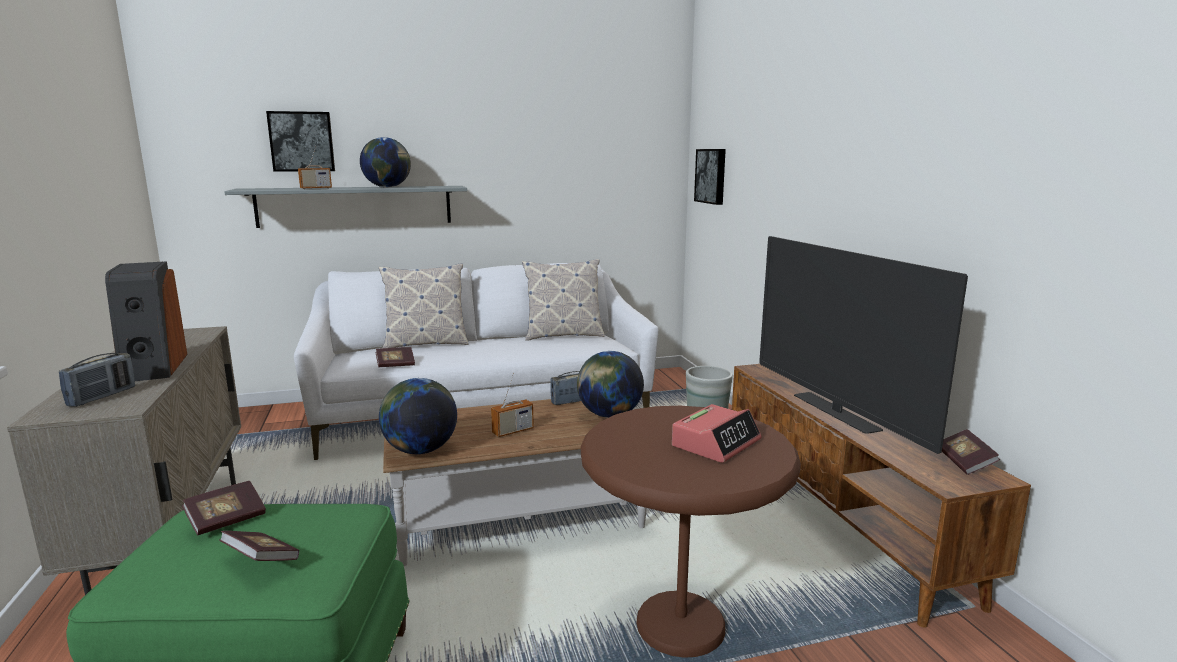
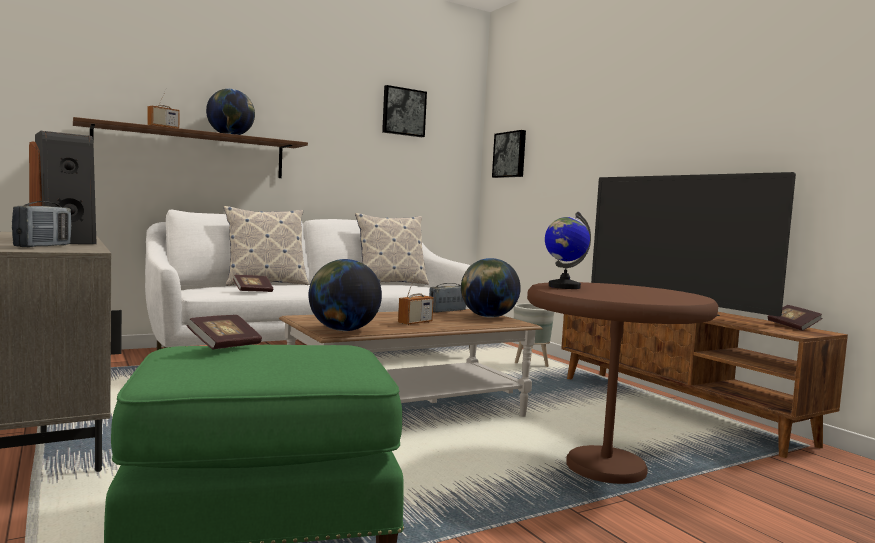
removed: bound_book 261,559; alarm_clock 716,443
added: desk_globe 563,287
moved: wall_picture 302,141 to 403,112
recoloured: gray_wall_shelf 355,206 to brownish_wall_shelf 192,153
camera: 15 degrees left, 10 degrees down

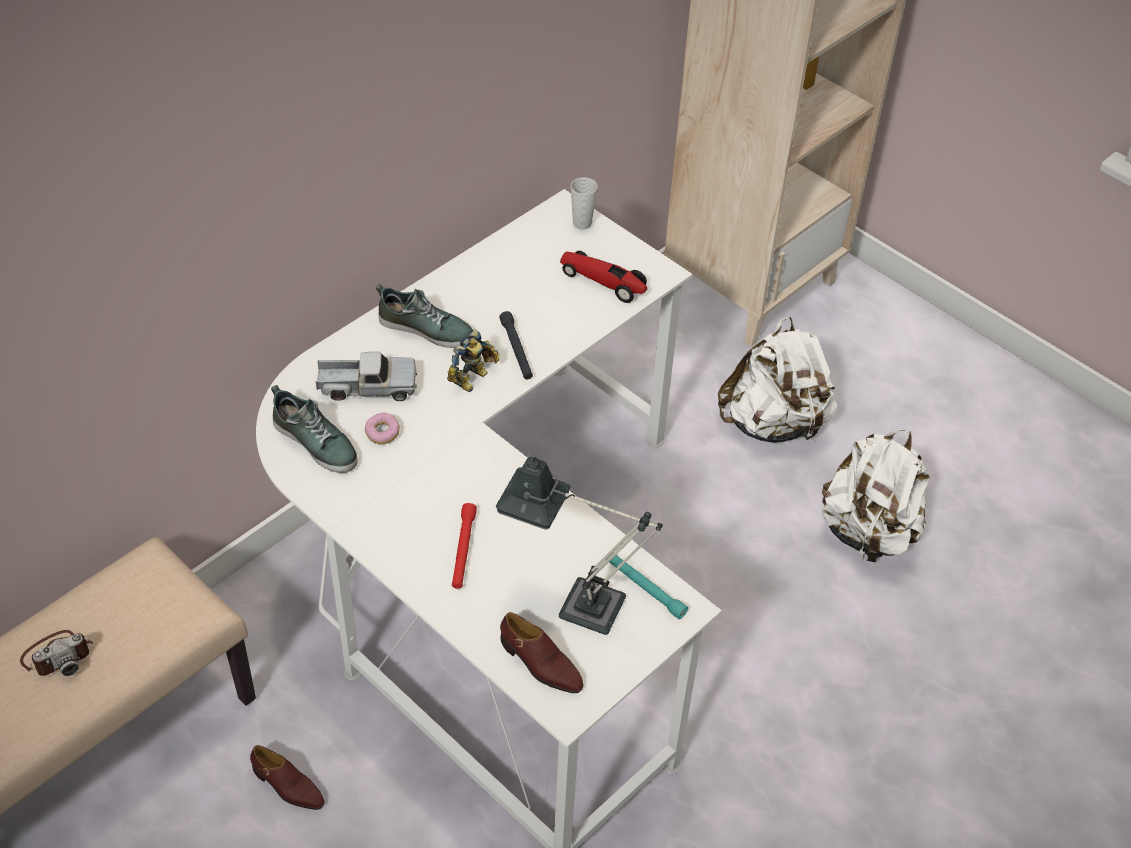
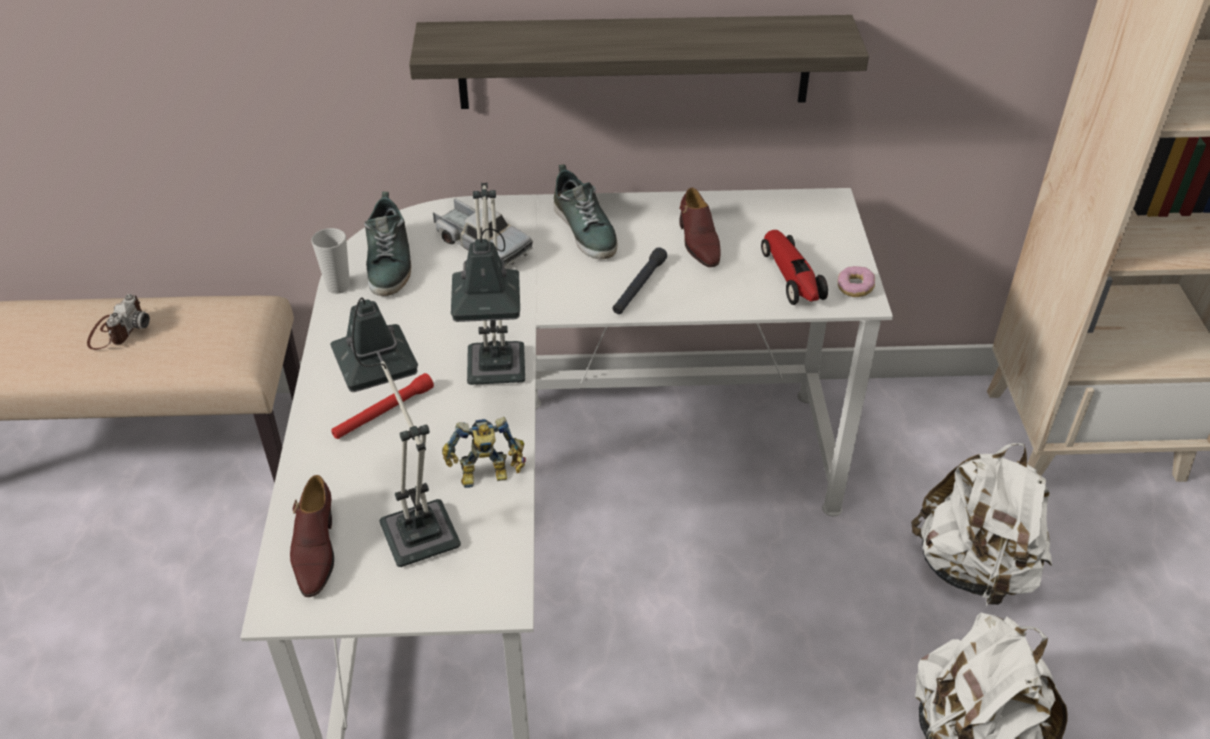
removed: turquoise_hand_torch 644,588
added: wall_shelf 634,62; tabletop_lamp 496,378
moved: brownish_low_shoe 287,786 to 698,242; donut 382,434 to 854,288; toy_robot 473,379 to 486,476; cup 582,223 to 338,286
turned: still_camera 58,655 = 117,330 90 degrees counterclockwise
camera: 45 degrees right, 5 degrees down

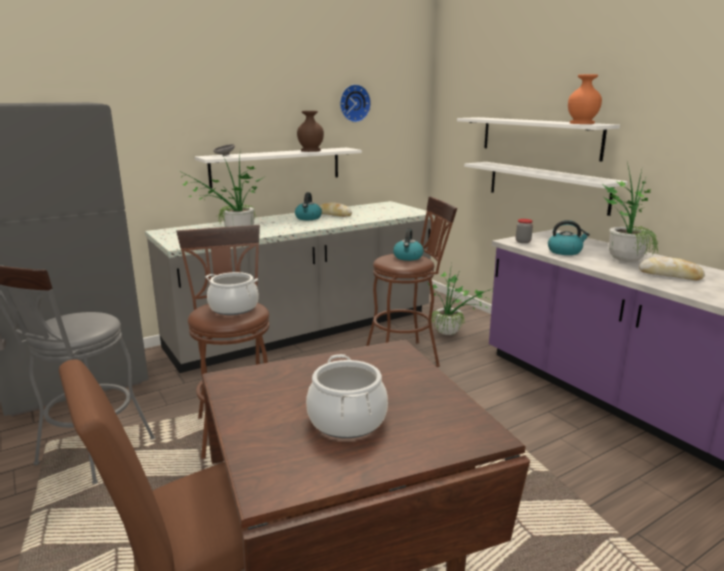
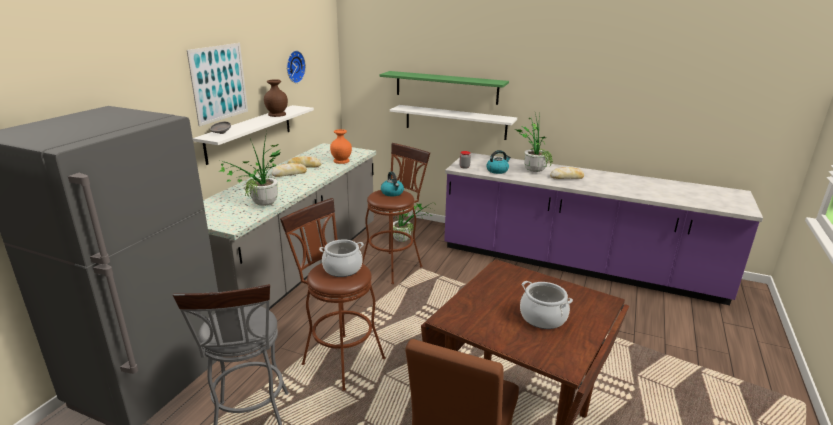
added: wall_picture 219,83
moved: orange-coloured_decorative_vase 582,123 to 341,161
replaced: water_kettle 308,218 to bakery_bread 289,174
recoloured: white-coloured_wall_shelf 539,137 to green-coloured_wall_shelf 446,87
camera: 35 degrees left, 5 degrees up

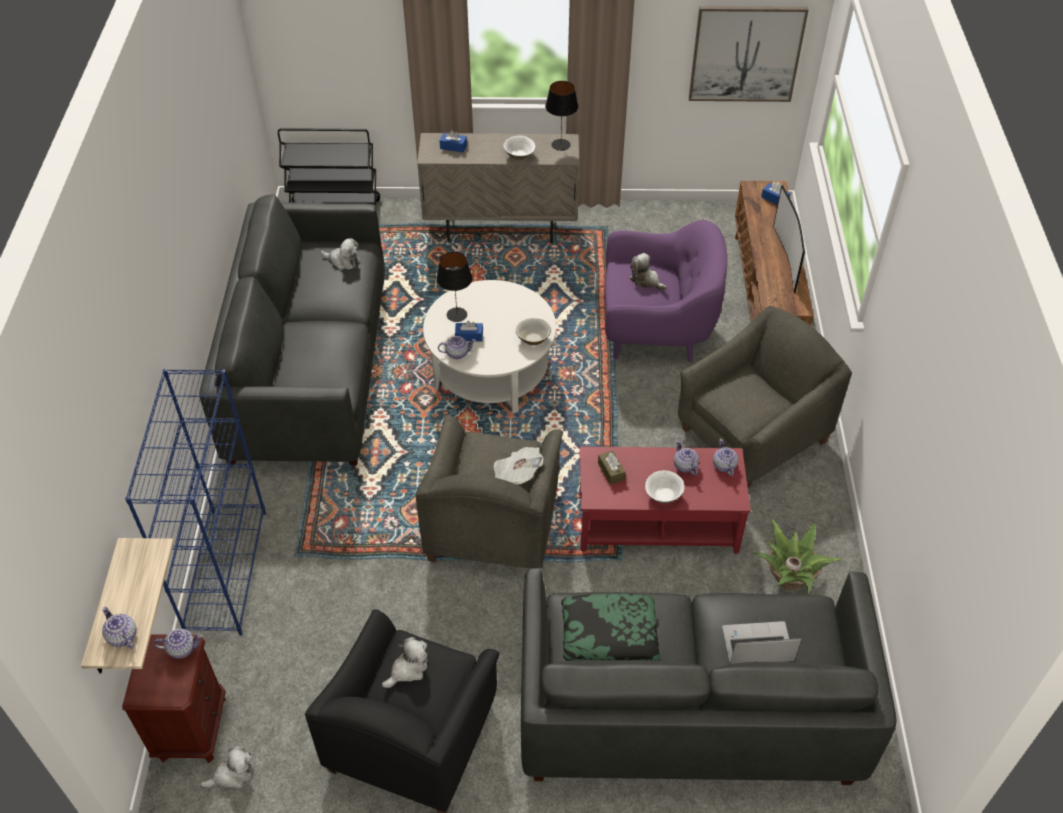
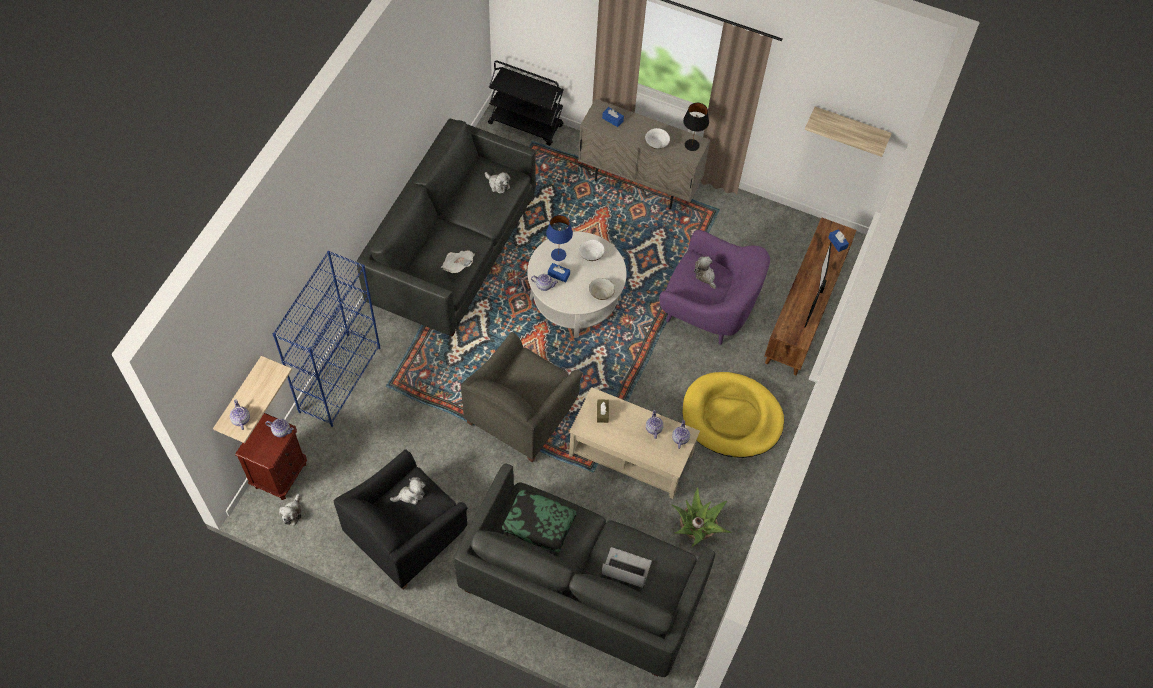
moved: newspaper 516,474 to 457,265; white-coloured_bowl 663,495 to 591,255
replaced: gray_lounge_chair 752,435 to yellow_dog_cushion 731,417; wall_picture 746,53 to wall_shelf 850,128
recoloured: black_tabletop_lamp 457,314 to blue-coloured_tabletop_lamp 558,254; reddish_coffee_table 657,522 to beige_coffee_table 630,455
turned: plush_toy 232,774 = 292,513 105 degrees clockwise
camera: 20 degrees right, 10 degrees up

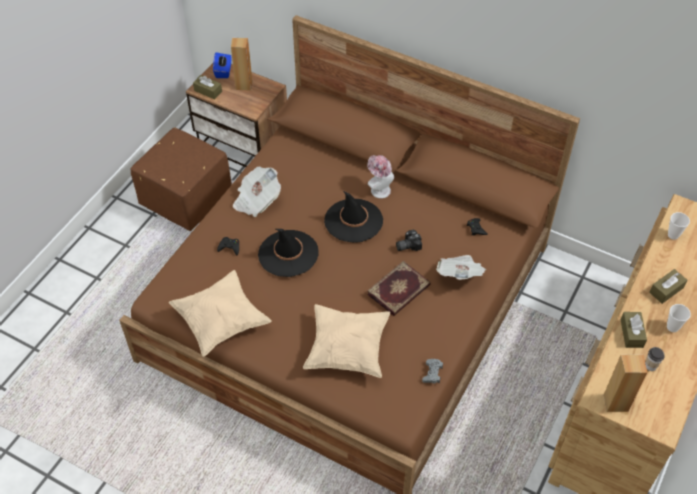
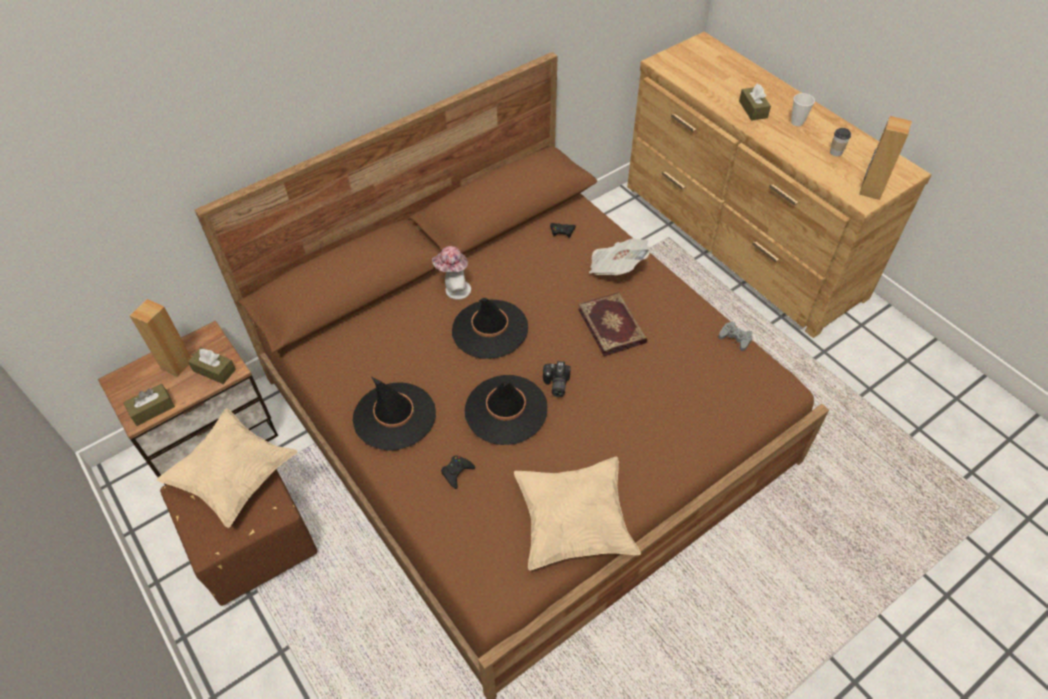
removed: blue-coloured_tissue_box 223,71; cup 673,235
moved: beige_pillow 347,349 to 234,476; still_camera 407,245 to 555,384; brownish_tissue_box 631,333 to 214,370
replaced: newspaper 256,200 to black_clothing_hat 394,416
camera: 65 degrees left, 0 degrees up

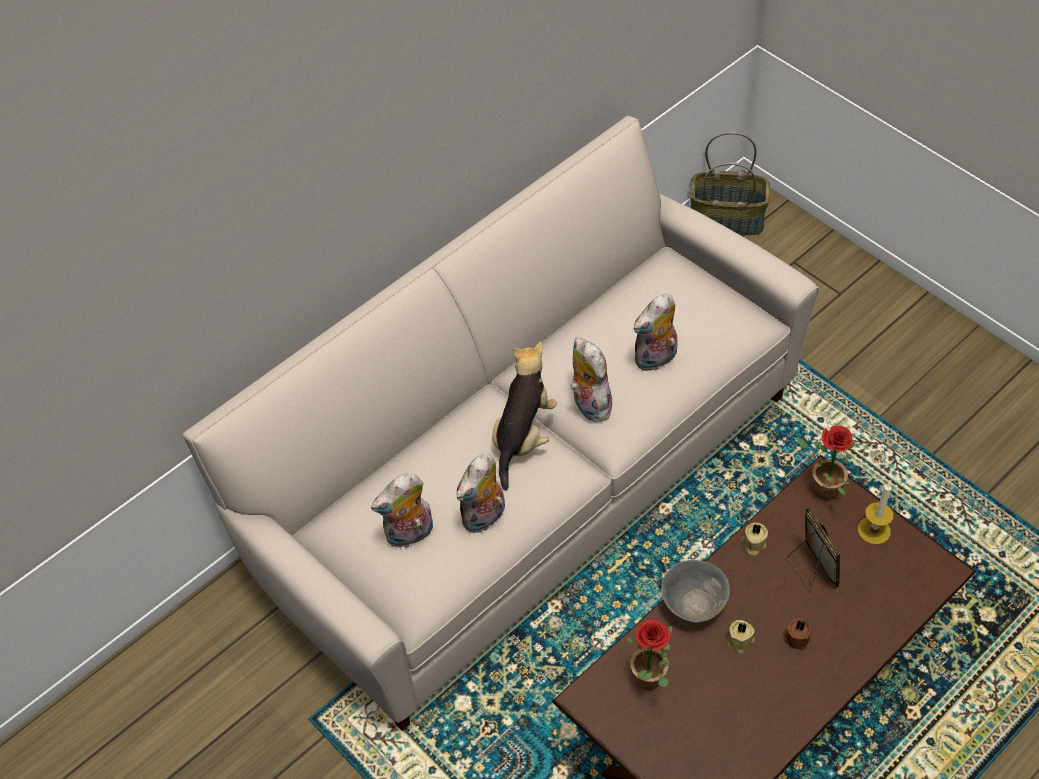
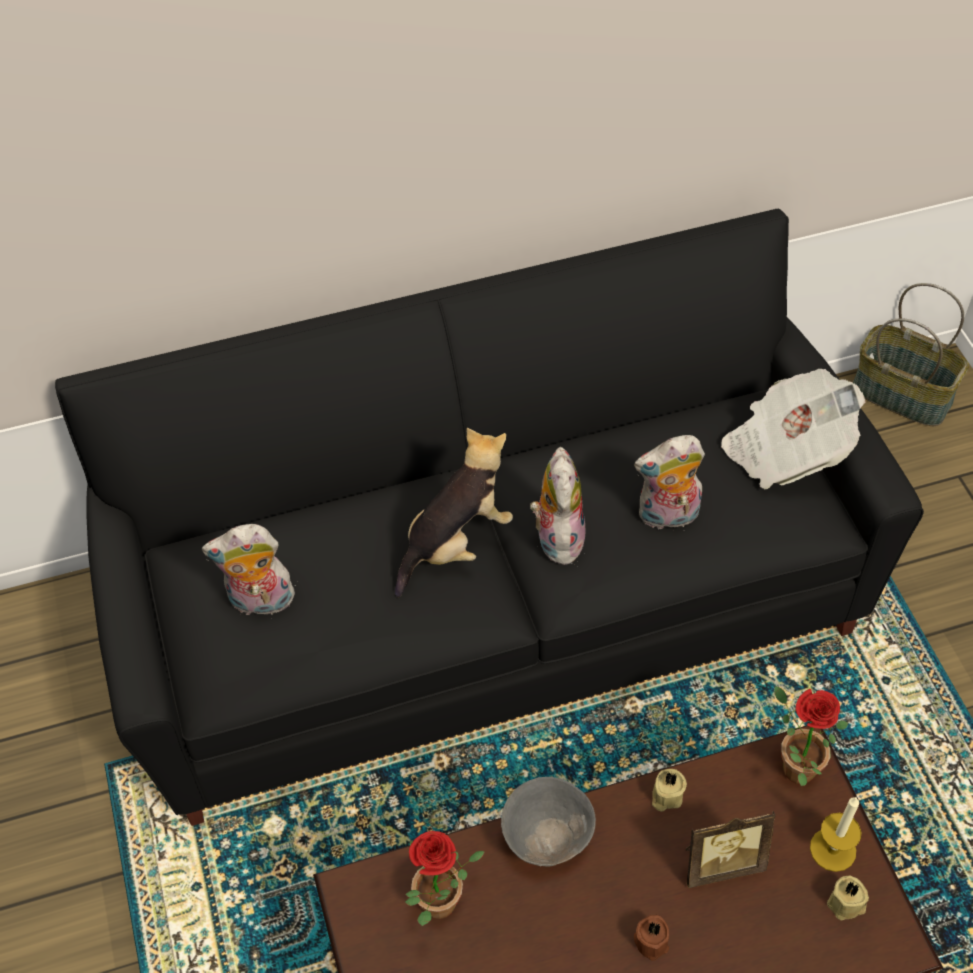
removed: plush_toy 484,518
added: newspaper 786,449
moved: beige_candle 741,641 to 846,904
recoloured: beige_settee 524,482 to black_settee 489,604
turned: picture_frame 810,570 = 720,862 75 degrees clockwise
camera: 25 degrees right, 0 degrees up

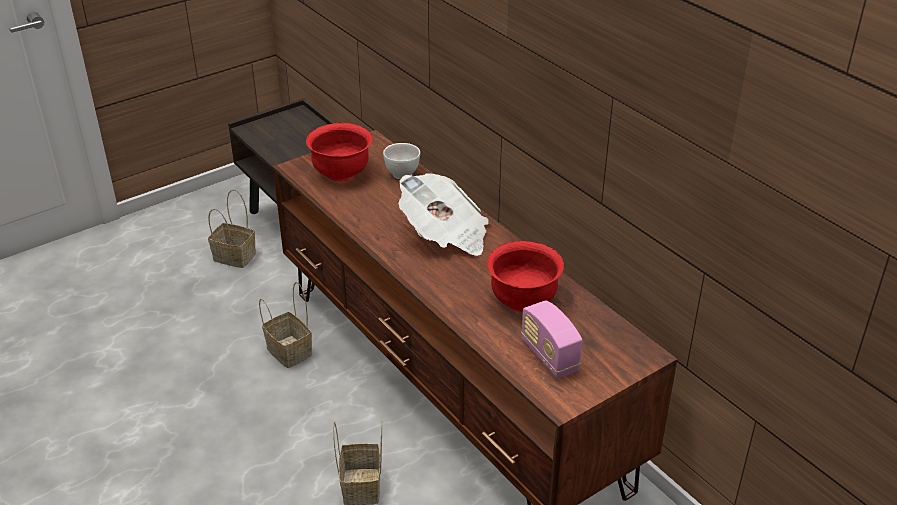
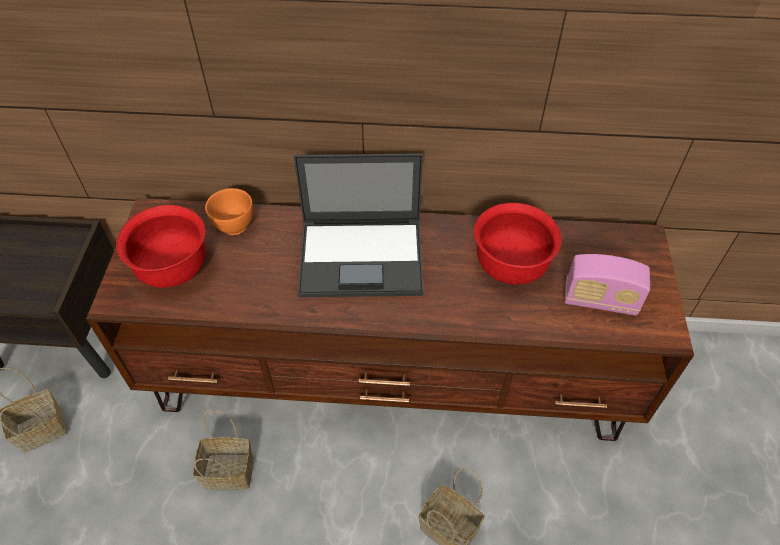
replaced: newspaper 445,235 to laptop 363,257
recoloured: white-coloured_bowl 402,174 to orange-coloured_bowl 234,226
camera: 50 degrees left, 15 degrees up

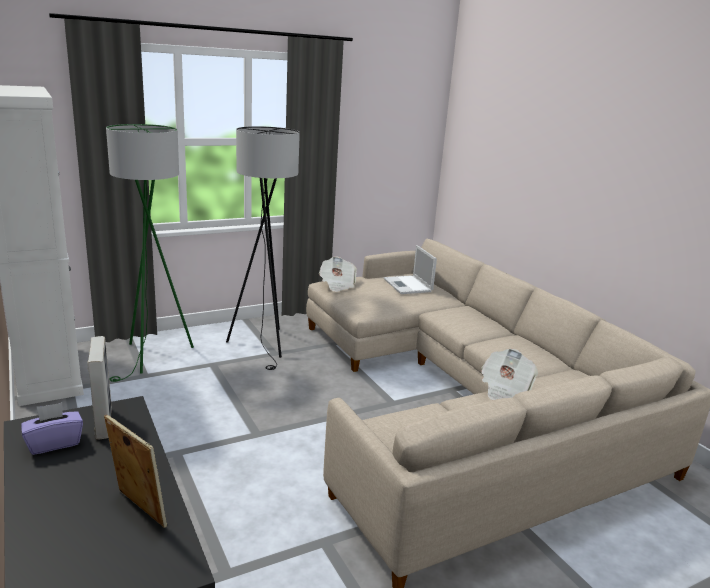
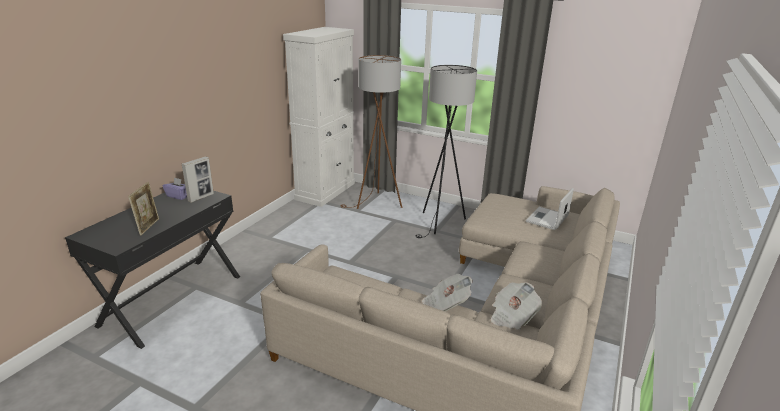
moved: newspaper 337,284 to 512,316
recoloured: green-coloured_standard_lamp 154,357 to brownish_standard_lamp 376,204
camera: 55 degrees right, 5 degrees up

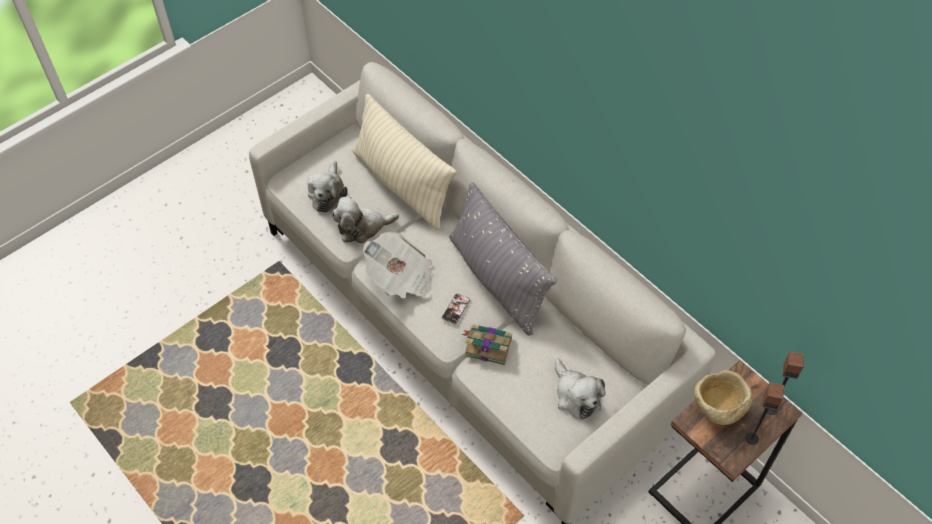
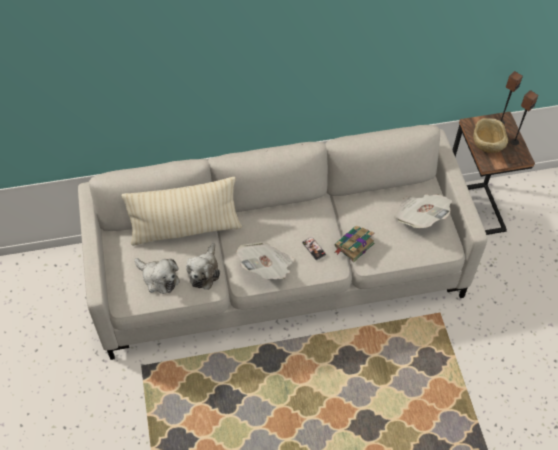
removed: gray_pillow 498,280
replaced: plush_toy 576,395 to newspaper 419,217
camera: 60 degrees left, 0 degrees up

